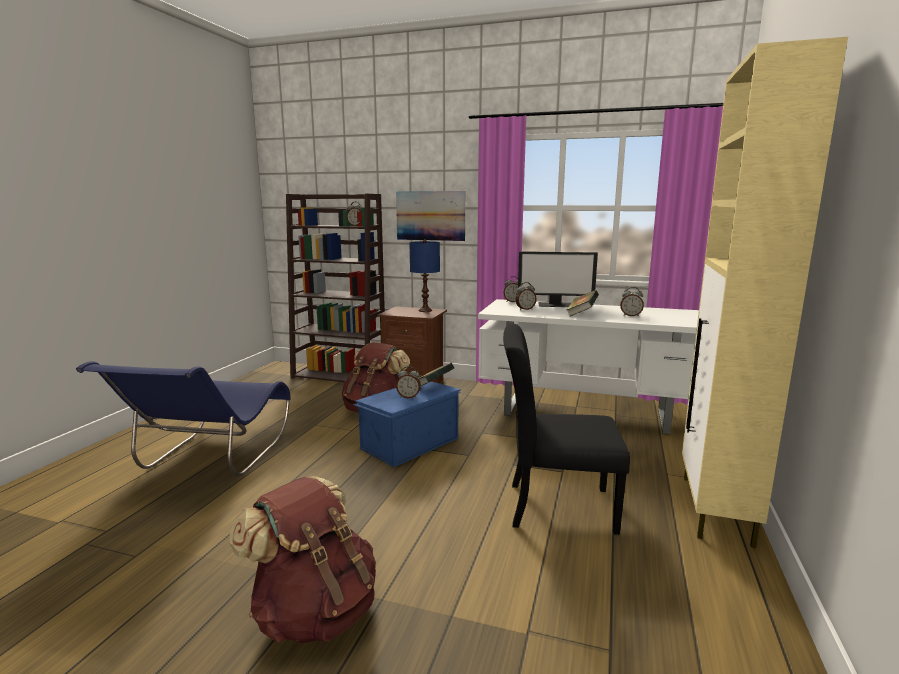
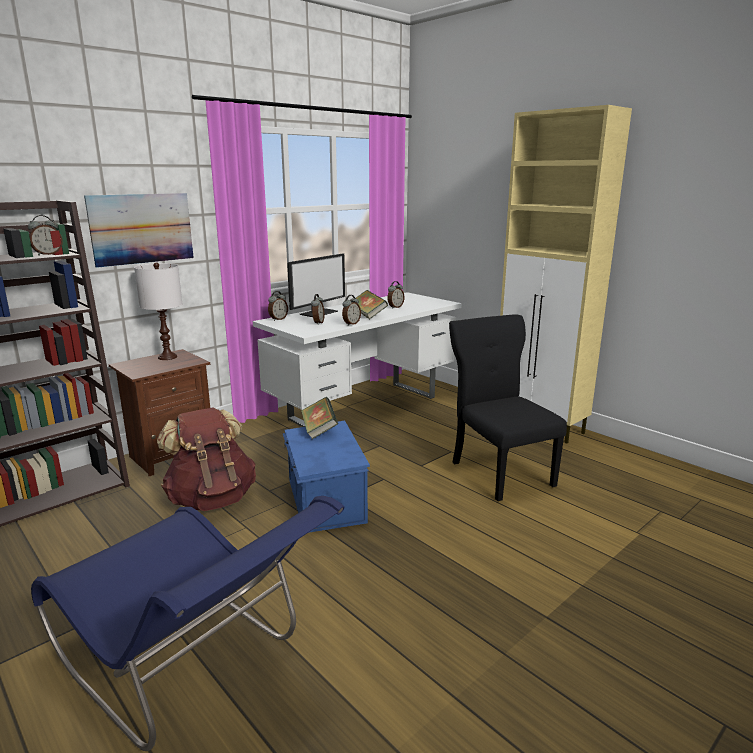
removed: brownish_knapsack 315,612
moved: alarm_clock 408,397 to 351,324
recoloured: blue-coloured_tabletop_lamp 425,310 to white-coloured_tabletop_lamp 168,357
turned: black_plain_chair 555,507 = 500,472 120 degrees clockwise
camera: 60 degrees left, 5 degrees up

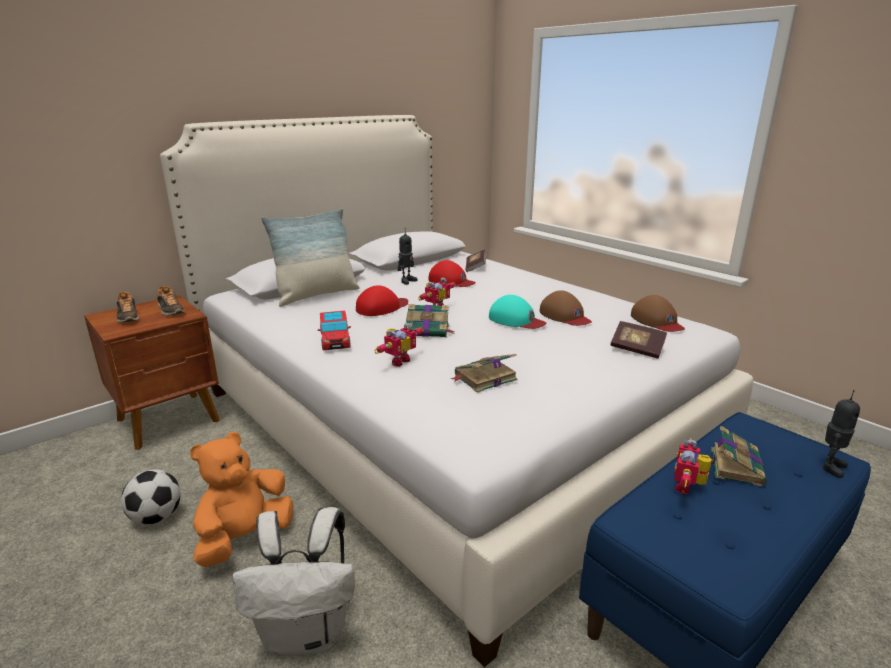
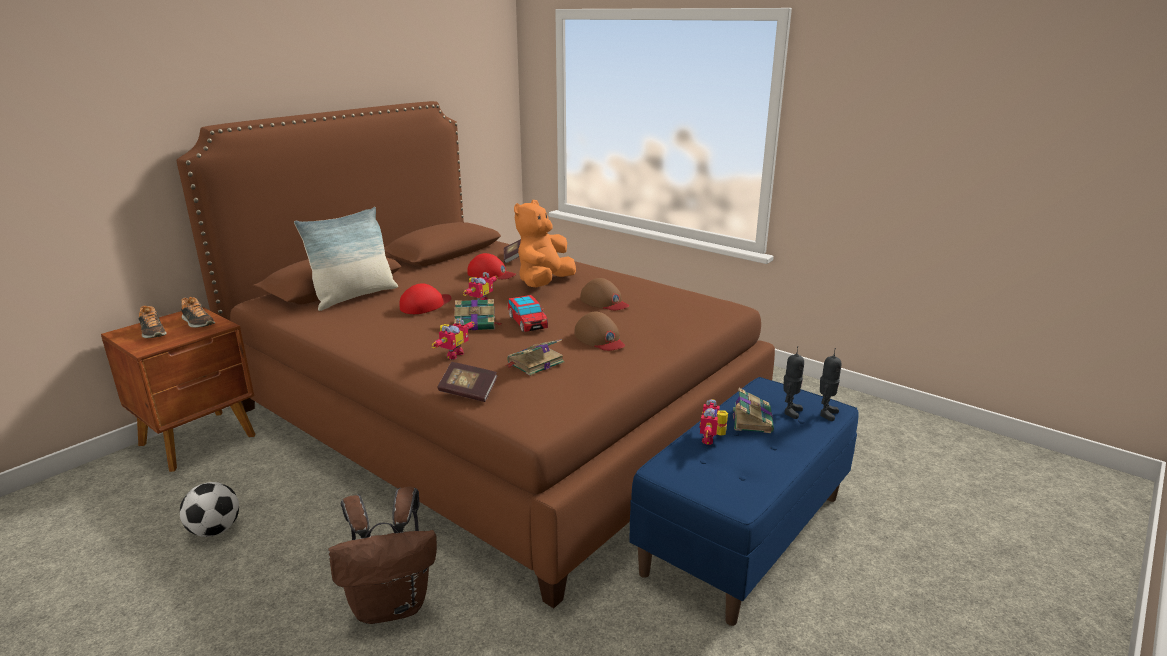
removed: turquoise_cap 516,320
moved: orange-coloured_plush_toy 245,538 to 544,283; toy_car 335,339 to 527,322; toy_robot 407,281 to 790,411; bound_book 637,349 to 468,392; brownish_cap 657,321 to 600,339
recoloured: white-coloured_bedroom_bed 441,424 to brownish_bedroom_bed 491,417; white-coloured_knapsack 307,633 to brownish_knapsack 392,604
camera: 10 degrees left, 0 degrees up

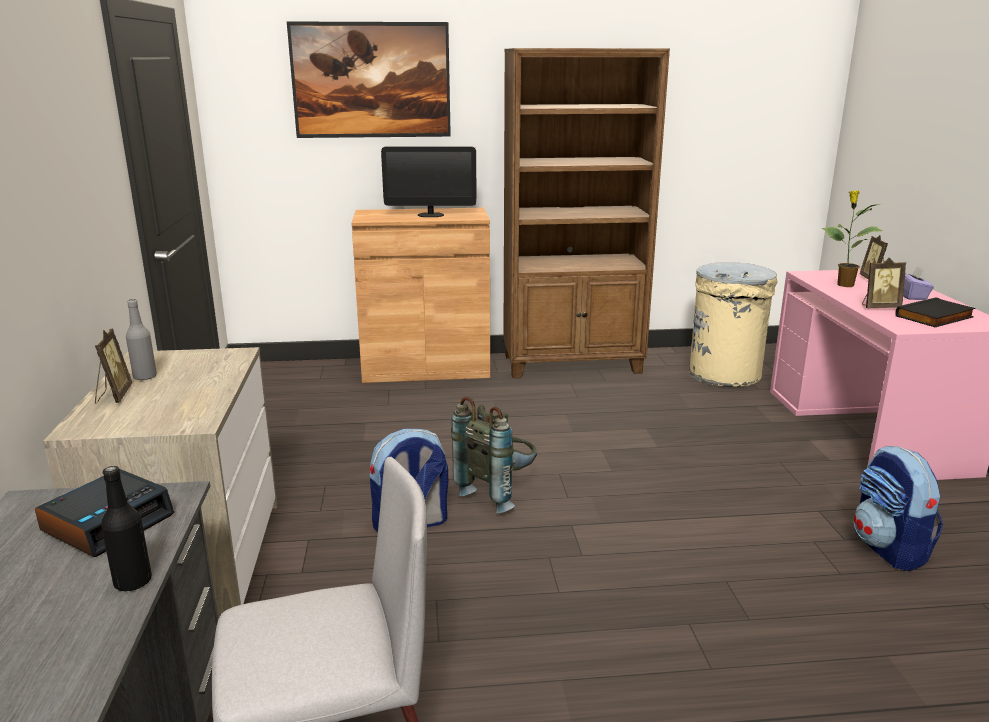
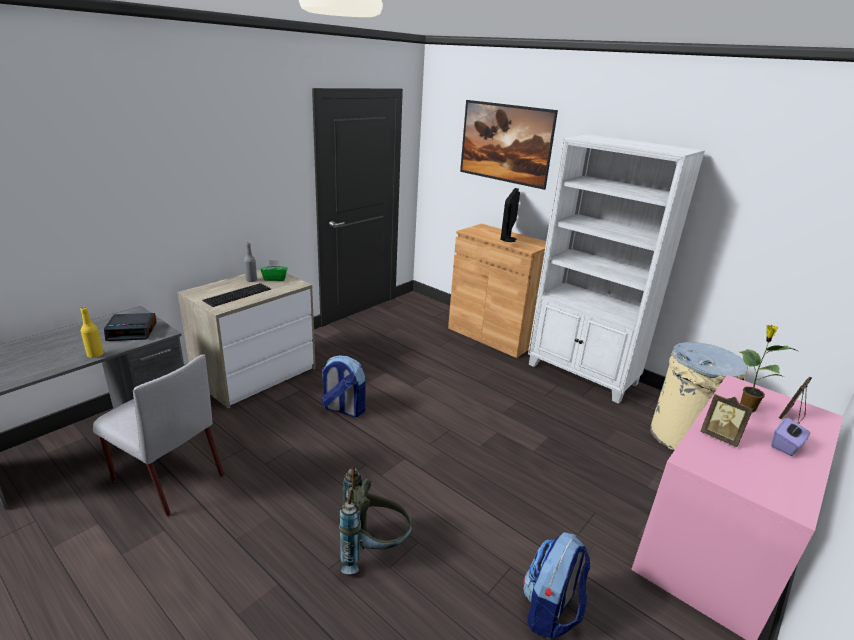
removed: picture_frame 113,396; black_bound_book 935,317
added: computer_keyboard 237,294; green-coloured_tissue_box 275,278
moved: gray_knapsack 498,492 to 373,550
recoloured: black_beverage_bottle 133,582 to yellow_beverage_bottle 95,355; brownish_shelving_unit 573,364 to white-coloured_shelving_unit 582,375
turned: computer_display 430,215 = 508,239 60 degrees clockwise
camera: 45 degrees right, 5 degrees up

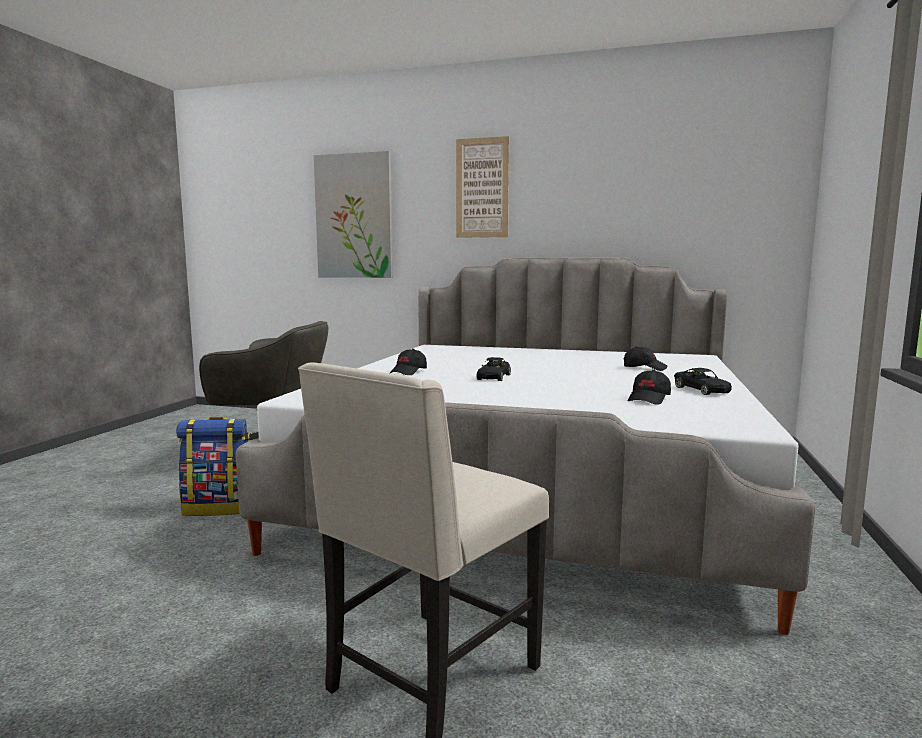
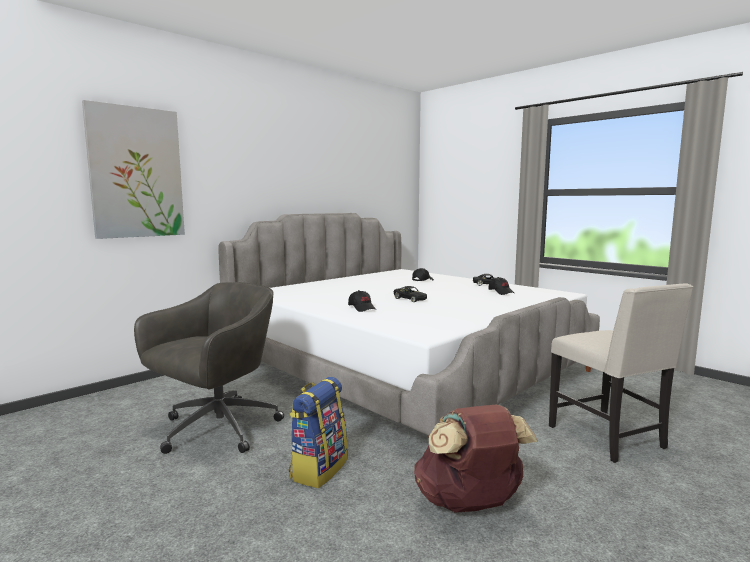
removed: wall_picture 482,188
added: brownish_knapsack 469,504
camera: 60 degrees left, 0 degrees up

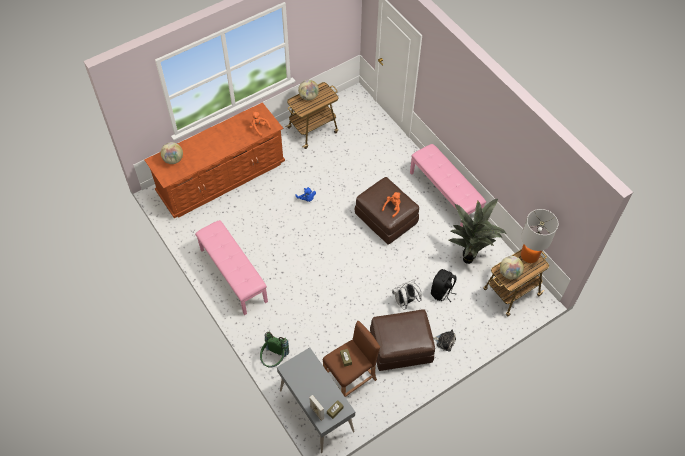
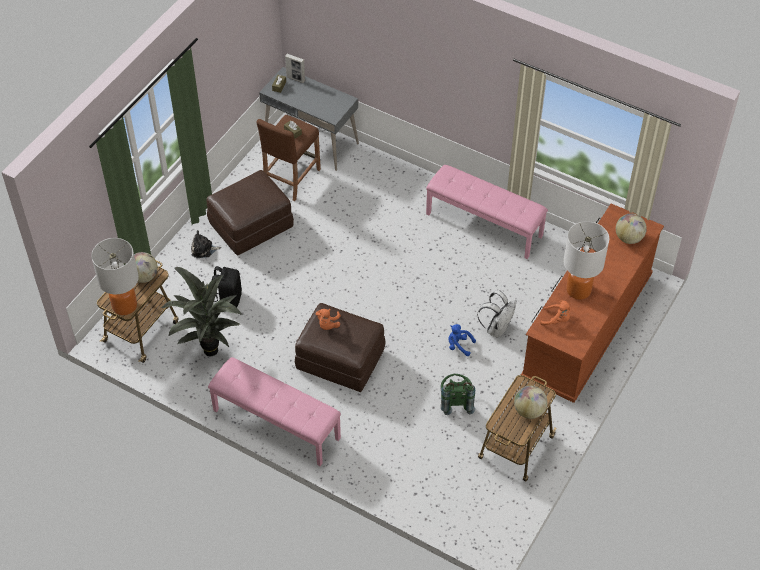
added: tabletop_lamp 578,290
moved: green-coloured_knapsack 274,359 to 455,401; white-coloured_knapsack 405,301 to 497,328
camera: 155 degrees right, 5 degrees down

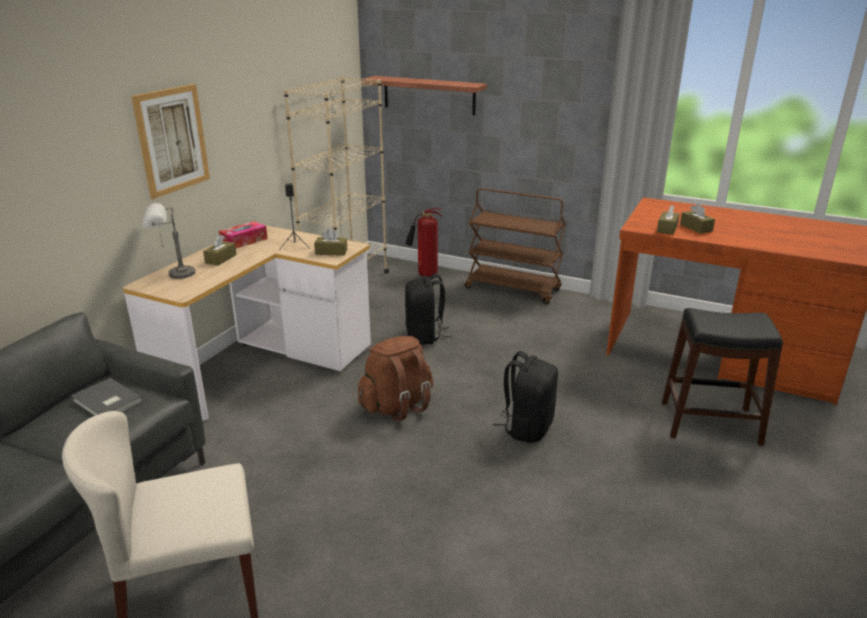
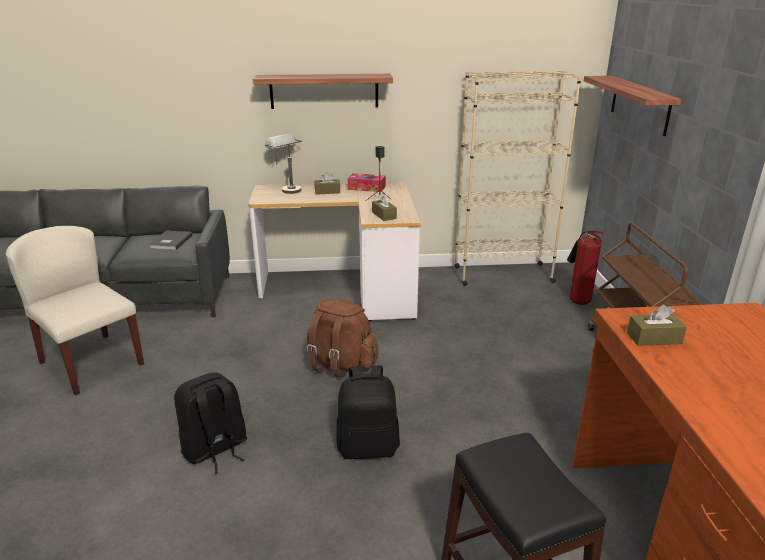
removed: brownish_tissue_box 696,228
moved: black_knapsack 425,336 to 215,449
replaced: wall_picture 172,140 to wall_shelf 324,91
camera: 60 degrees right, 0 degrees up

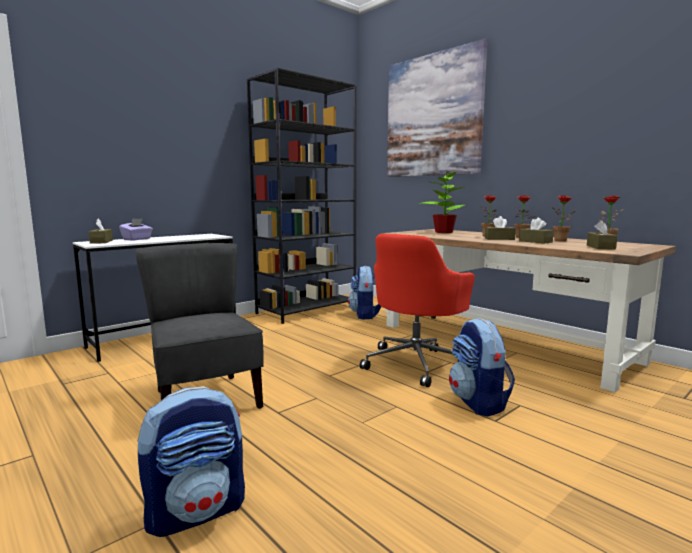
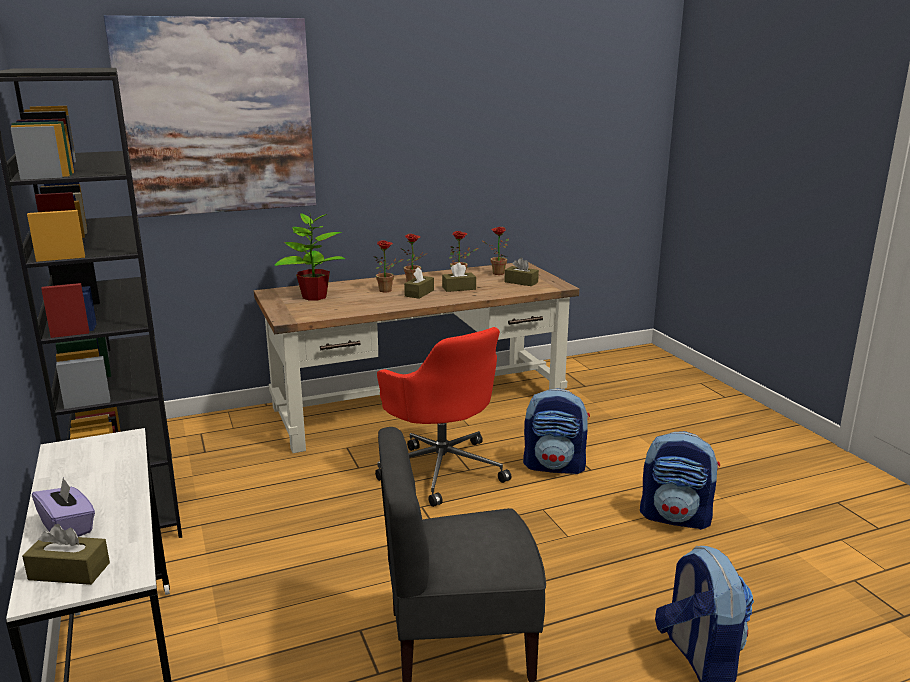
moved: knapsack 365,315 to 676,517
camera: 70 degrees left, 10 degrees up

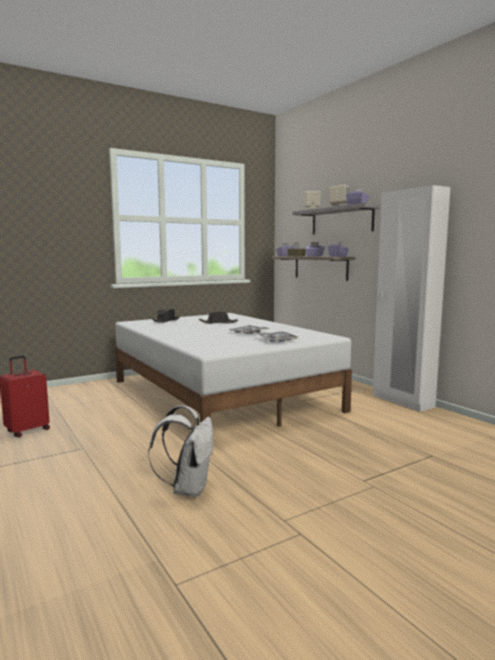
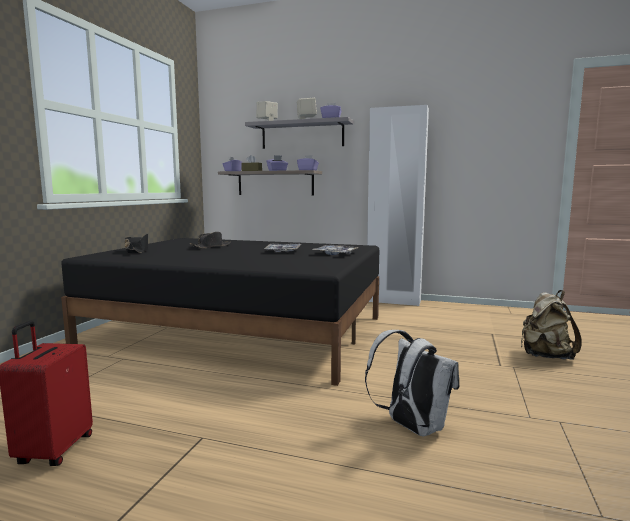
added: beige_knapsack 545,356
recoloured: white-coloured_bedroom_bed 221,395 to black_bedroom_bed 239,330
camera: 40 degrees left, 0 degrees up

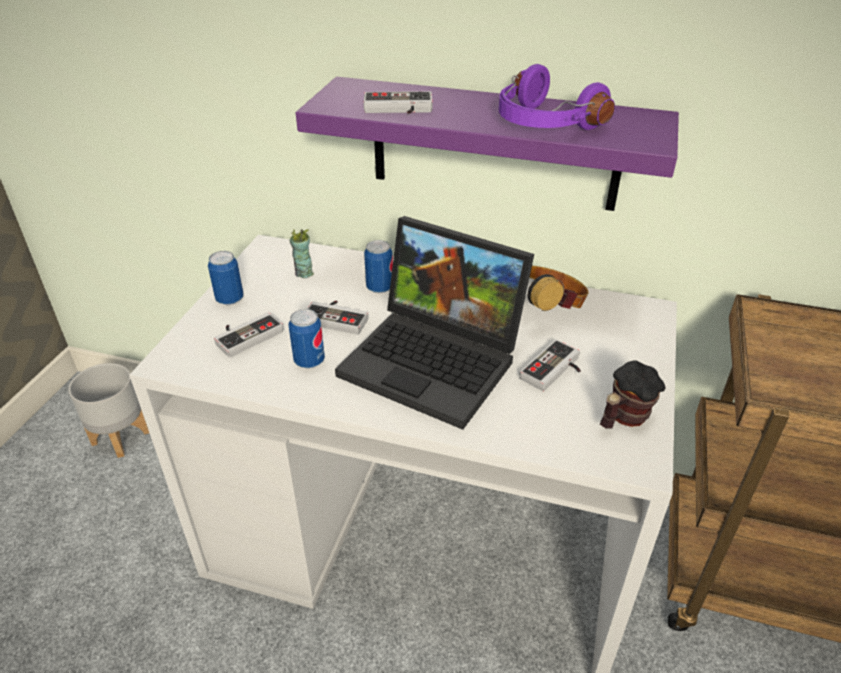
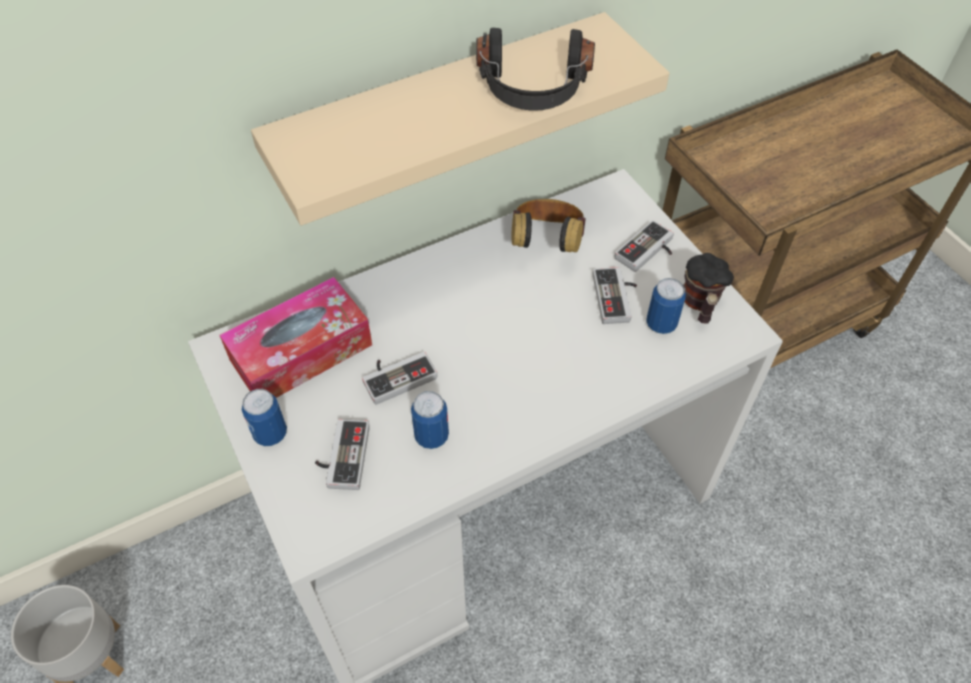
removed: laptop 437,361
moved: gamepad 398,109 to 648,252; metal_can 379,288 to 661,324
replaced: cup 303,273 to tissue_box 301,352
recoloured: purple_wall_shelf 494,145 to beige_wall_shelf 441,116; purple_headphones 543,123 to black_headphones 533,89
camera: 45 degrees left, 15 degrees up

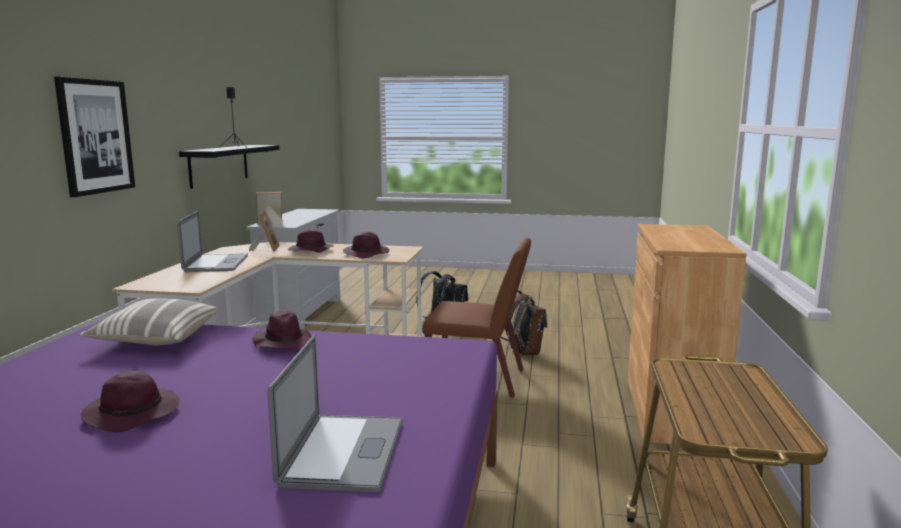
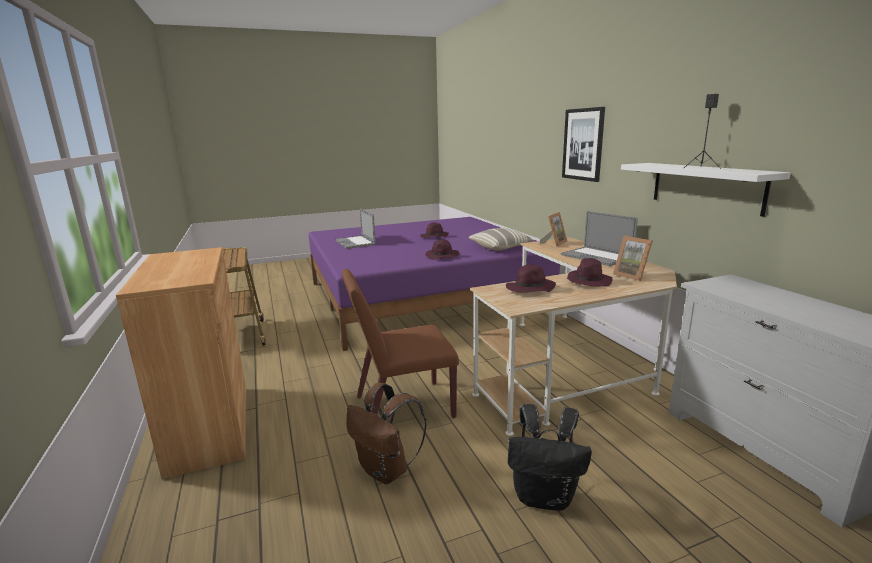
moved: picture_frame 270,224 to 554,243
recoloured: black_wall_shelf 219,165 to white-coloured_wall_shelf 706,187
camera: 150 degrees right, 5 degrees up

